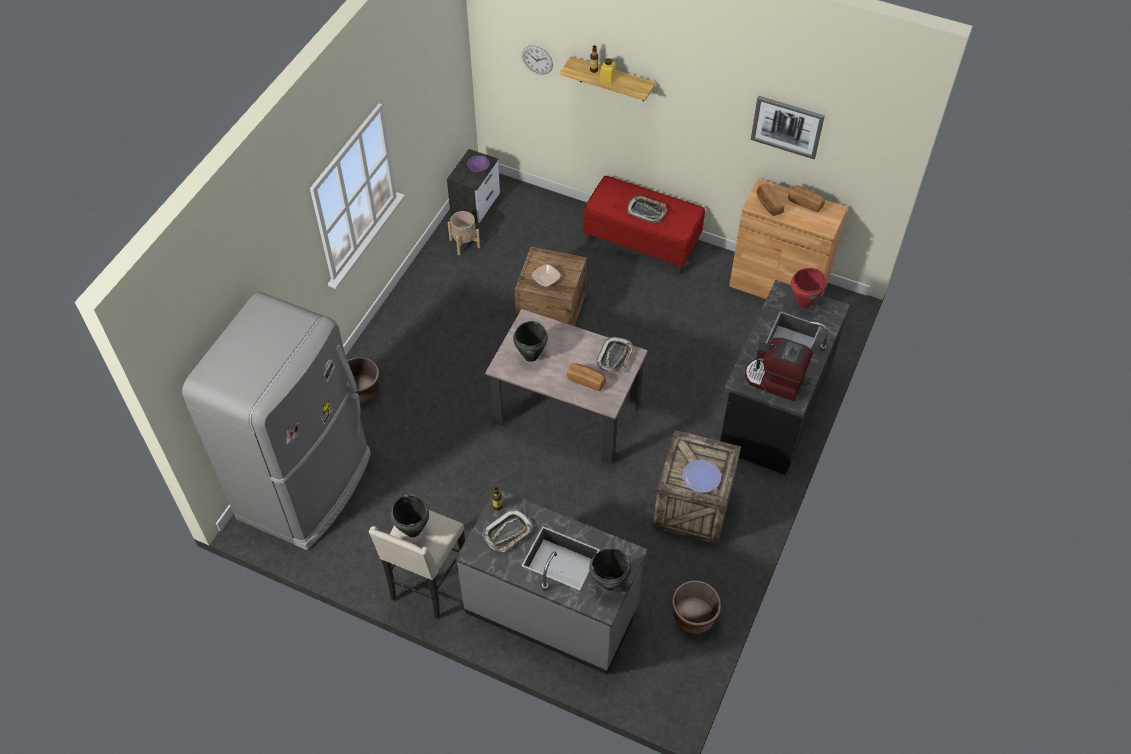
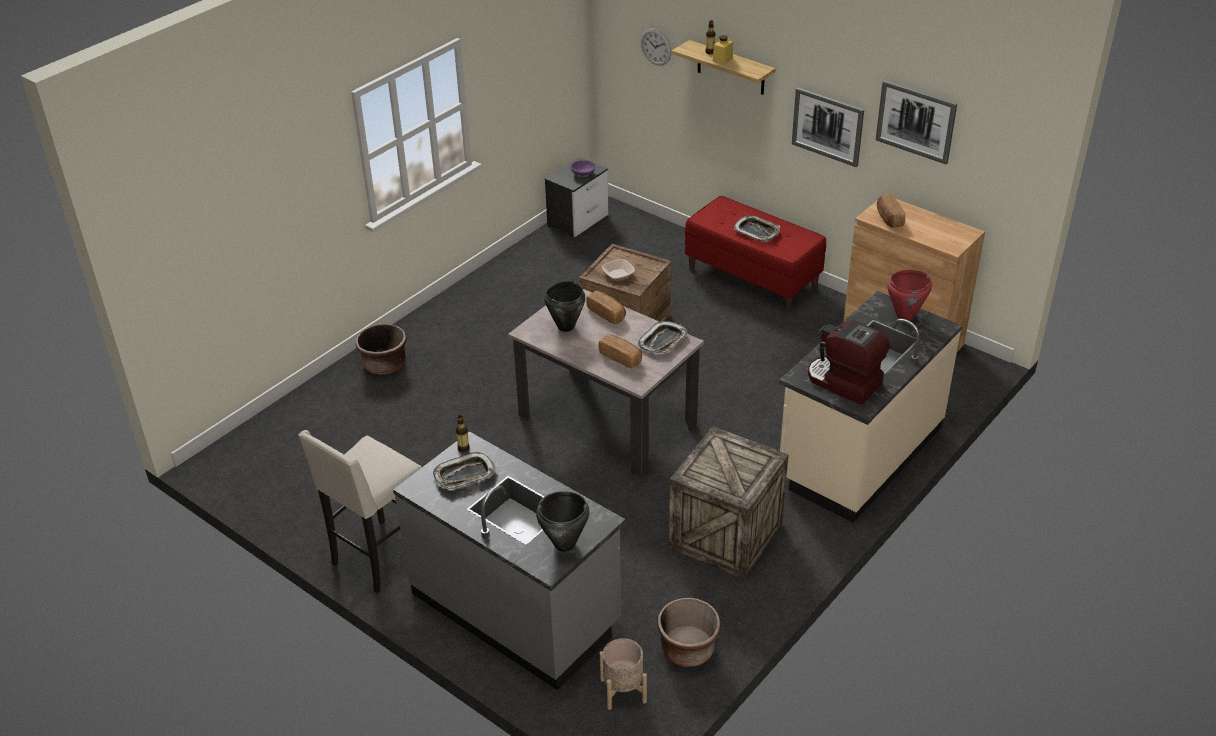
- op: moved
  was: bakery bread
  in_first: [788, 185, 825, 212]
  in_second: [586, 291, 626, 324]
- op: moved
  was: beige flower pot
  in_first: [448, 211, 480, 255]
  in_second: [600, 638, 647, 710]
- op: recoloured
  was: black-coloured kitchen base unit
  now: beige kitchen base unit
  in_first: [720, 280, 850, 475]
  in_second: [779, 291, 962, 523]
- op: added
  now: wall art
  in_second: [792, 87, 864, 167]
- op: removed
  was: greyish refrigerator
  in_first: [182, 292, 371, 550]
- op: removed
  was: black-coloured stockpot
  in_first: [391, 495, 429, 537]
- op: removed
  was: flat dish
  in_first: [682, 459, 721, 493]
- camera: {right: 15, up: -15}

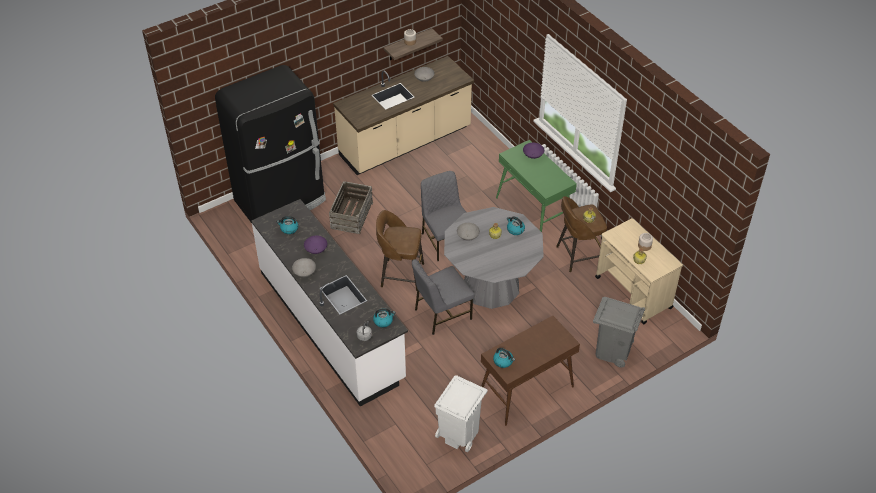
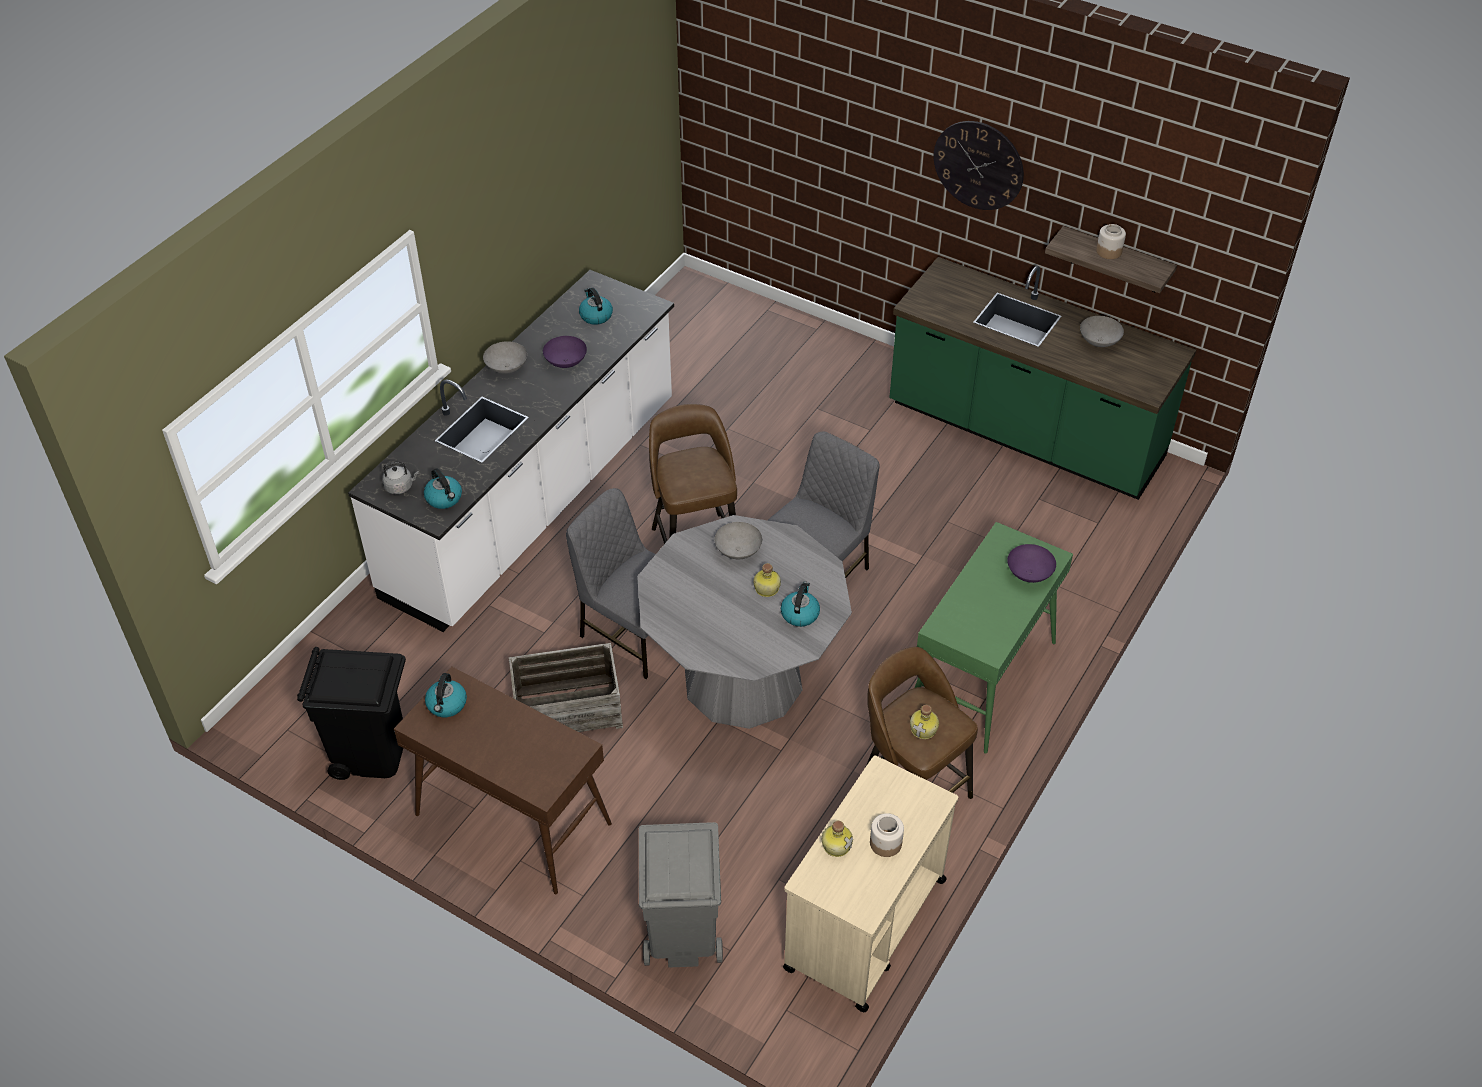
- op: recoloured
  was: white-coloured waste bin
  now: black-coloured waste bin
  in_first: [434, 375, 487, 452]
  in_second: [297, 647, 406, 780]
- op: moved
  was: crate
  in_first: [329, 181, 373, 234]
  in_second: [508, 643, 623, 732]
- op: recoloured
  was: beige kitchen base unit
  now: green kitchen base unit
  in_first: [333, 56, 474, 175]
  in_second: [889, 257, 1196, 500]
- op: added
  now: hanging clock
  in_second: [934, 121, 1024, 210]
- op: removed
  was: black-coloured refrigerator
  in_first: [215, 65, 326, 222]
- camera: {right: 65, up: 0}

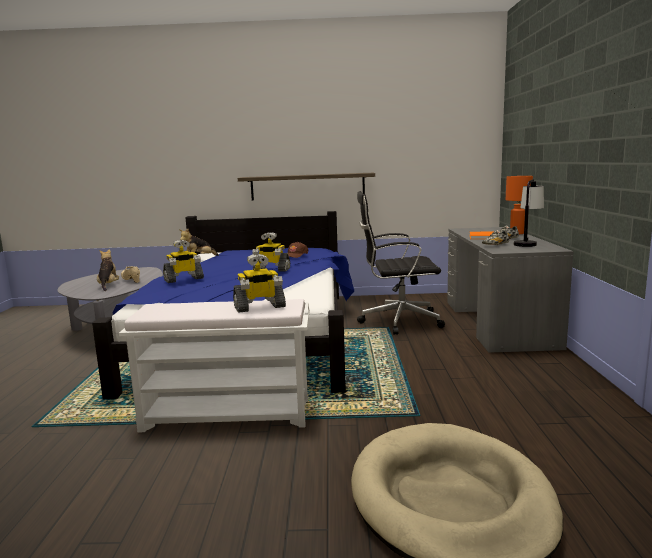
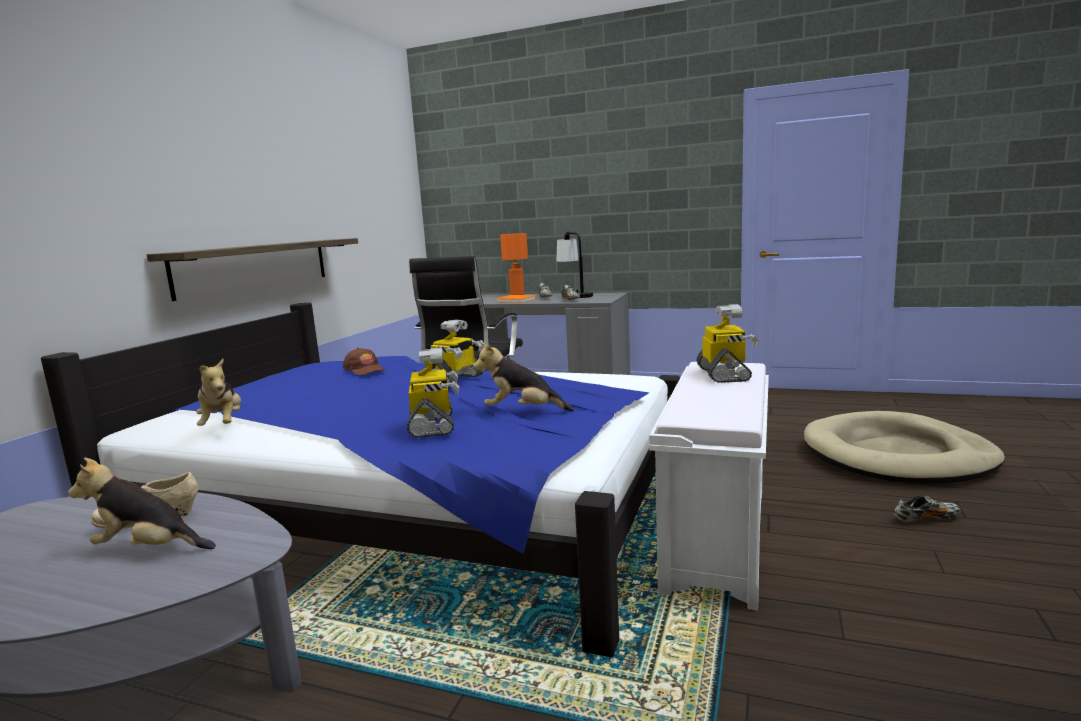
- op: added
  now: plush toy
  in_second: [473, 342, 574, 411]
- op: added
  now: item of footwear
  in_second: [894, 496, 961, 523]
- camera: {right: -70, up: 0}

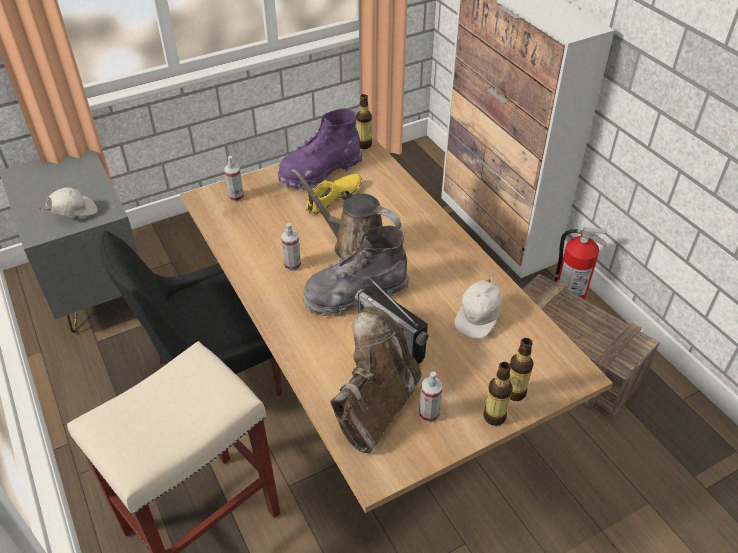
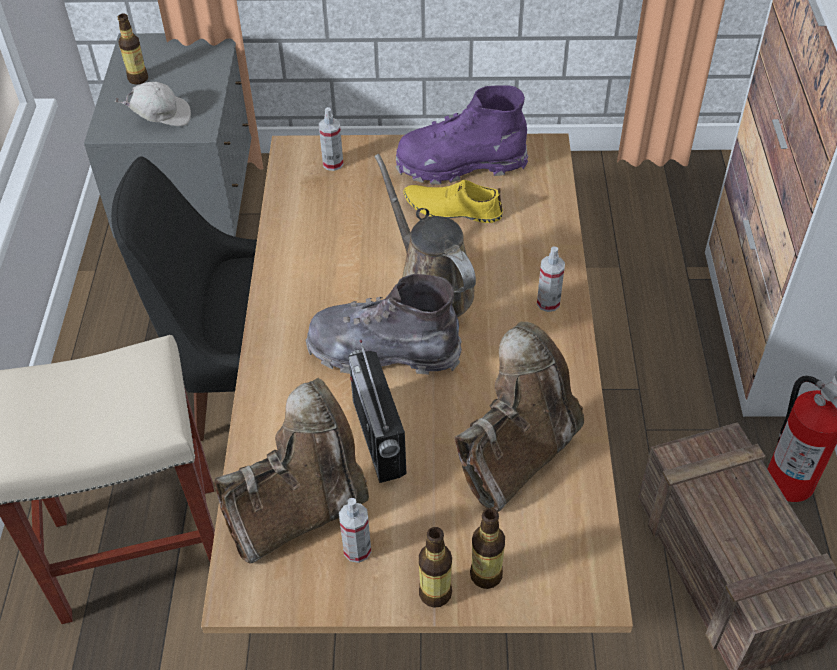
- op: moved
  was: bottle
  in_first: [356, 94, 372, 149]
  in_second: [117, 14, 148, 85]
- op: turned
  was: yellowish item of footwear
  in_first: [306, 174, 362, 215]
  in_second: [403, 180, 503, 223]
  clockwise: -150
- op: replaced
  was: white-coloured peaked cap
  now: brown-coloured high-top boot
  in_first: [454, 273, 502, 339]
  in_second: [454, 321, 584, 512]
- op: moved
  was: hand sprayer
  in_first: [281, 223, 301, 271]
  in_second: [537, 247, 565, 312]
- camera: {right: 30, up: 5}

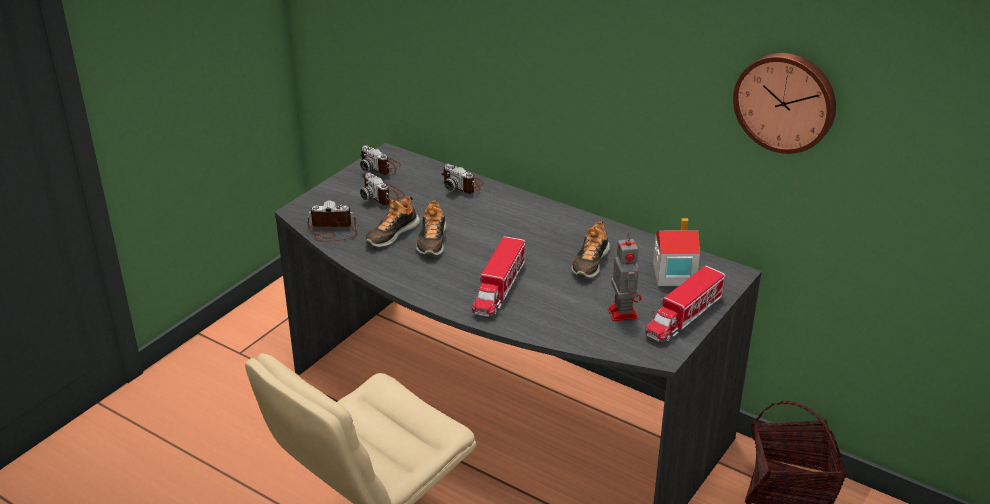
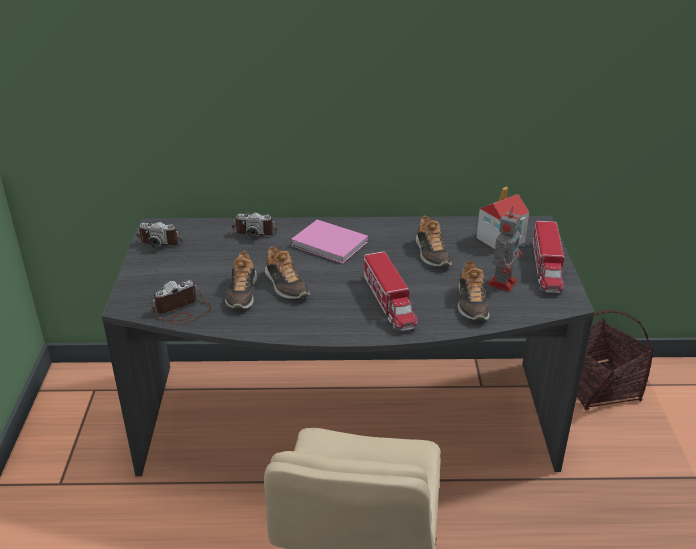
- op: added
  now: pinkish bound book
  in_second: [291, 220, 368, 264]
- op: added
  now: item of footwear
  in_second: [458, 260, 489, 321]
- op: turned
  was: model robot
  in_first: [608, 233, 642, 321]
  in_second: [487, 206, 522, 292]
  clockwise: 75
- op: removed
  was: still camera
  in_first: [360, 173, 405, 205]
- op: removed
  was: hanging clock
  in_first: [733, 53, 836, 154]
- camera: {right: -35, up: 0}

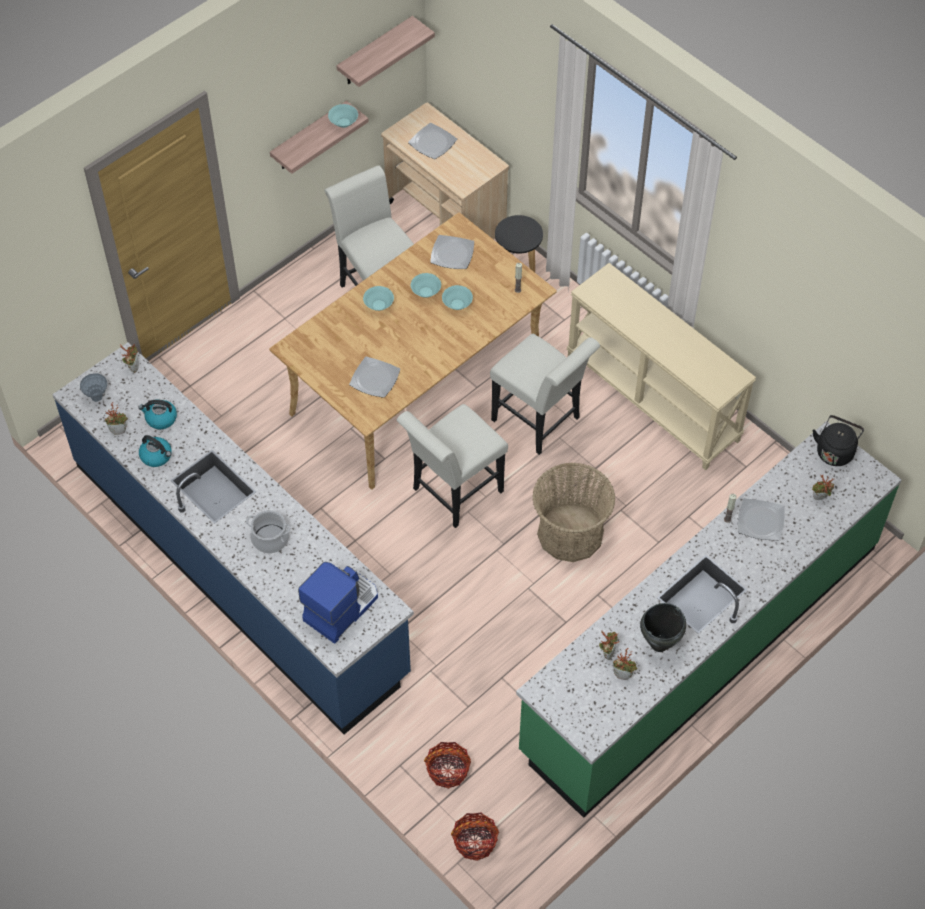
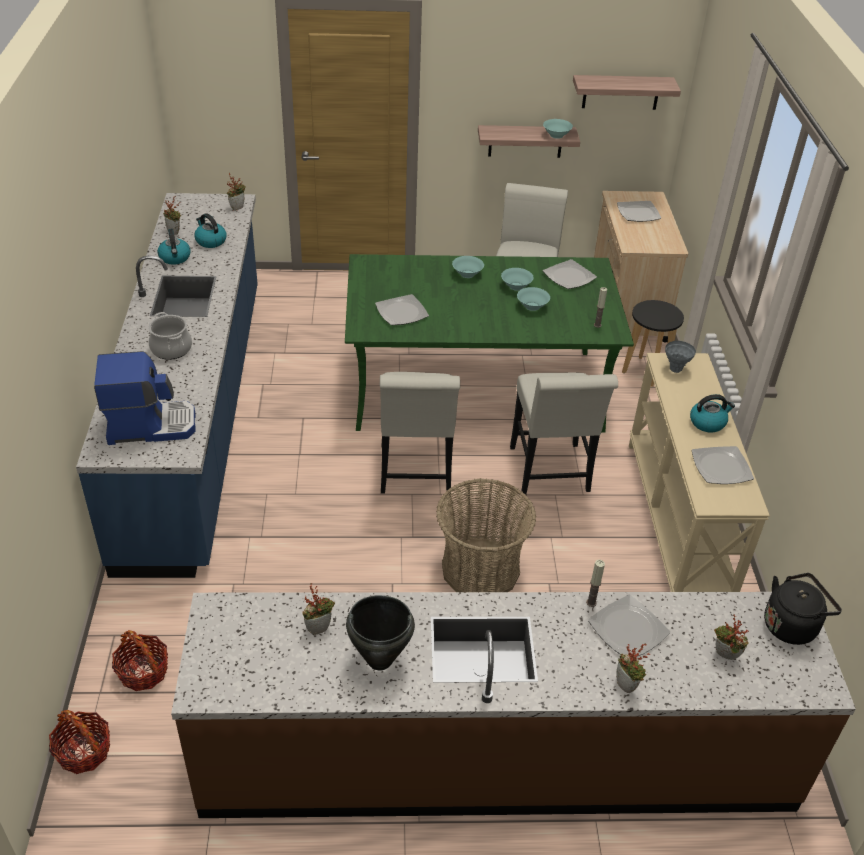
- op: recoloured
  was: green kitchen base unit
  now: brown-coloured kitchen base unit
  in_first: [516, 421, 902, 818]
  in_second: [171, 592, 856, 818]
- op: recoloured
  was: beige dinner table
  now: green dinner table
  in_first: [269, 212, 557, 490]
  in_second: [345, 254, 634, 433]
- op: turned
  was: white-coloured chair
  in_first: [397, 404, 508, 528]
  in_second: [380, 372, 460, 494]
  clockwise: -90
- op: moved
  was: plant in a pot
  in_first: [613, 648, 638, 680]
  in_second: [616, 643, 650, 693]
- op: moved
  was: greyish flower vase
  in_first: [80, 373, 107, 402]
  in_second: [665, 341, 696, 373]
- op: added
  now: tea kettle
  in_second: [690, 394, 735, 432]
- op: added
  now: flat dish
  in_second: [691, 446, 754, 484]
- camera: {right: 40, up: -15}

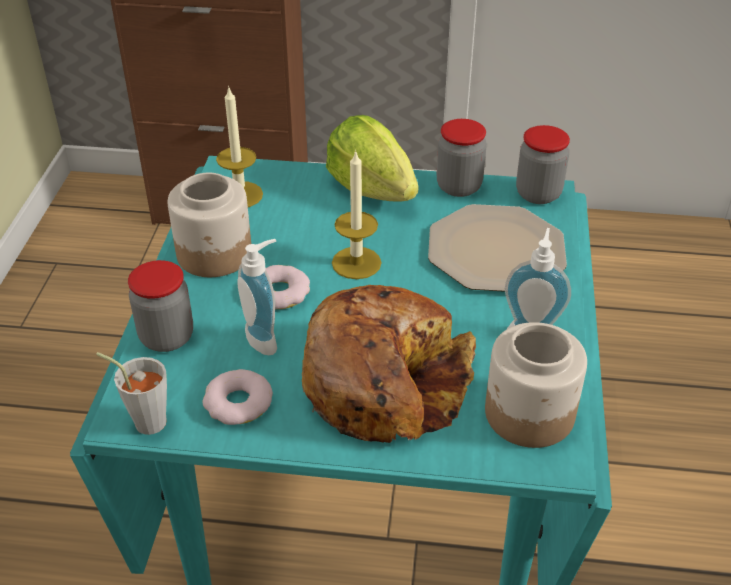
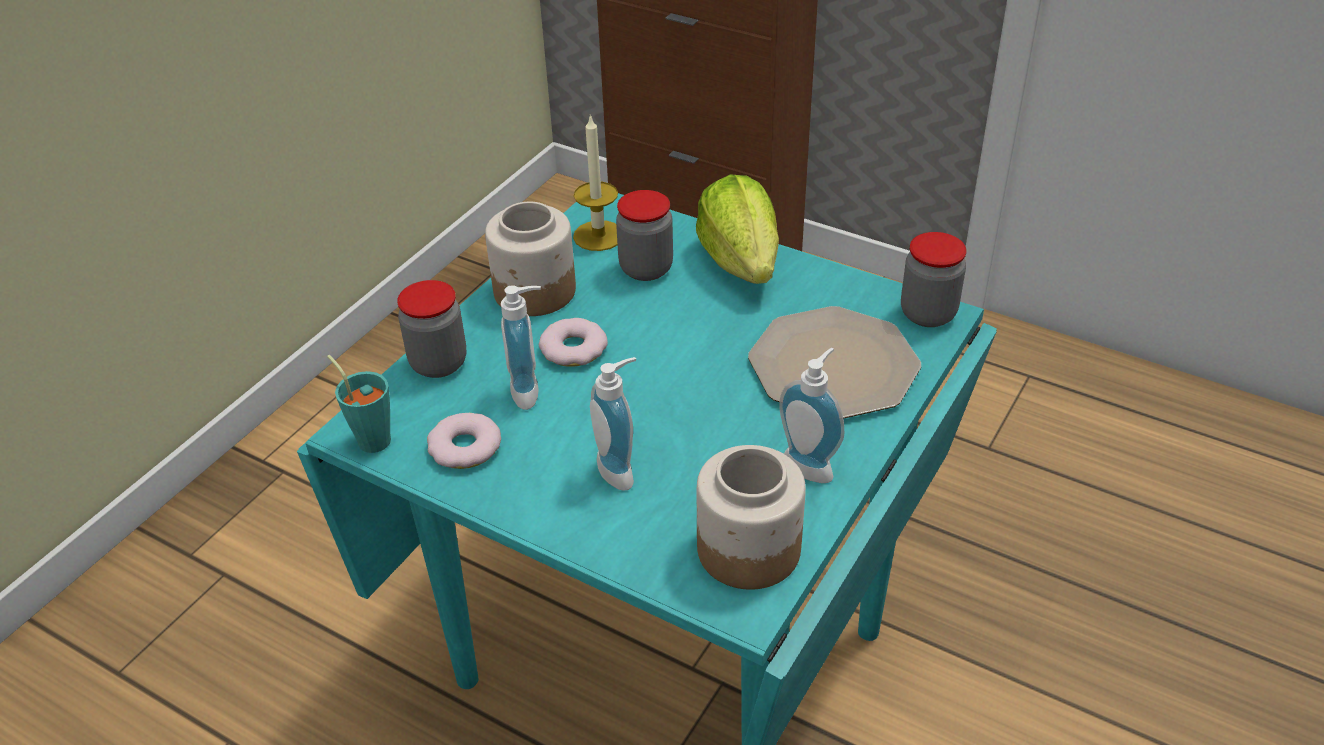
- op: recoloured
  was: greyish cup
  now: turquoise-coloured cup
  in_first: [96, 352, 167, 435]
  in_second: [327, 355, 391, 453]
- op: replaced
  was: bakery bread
  now: soap dispenser
  in_first: [302, 285, 476, 443]
  in_second: [590, 357, 636, 491]
- op: moved
  was: jar
  in_first: [437, 119, 487, 197]
  in_second: [616, 190, 673, 281]
- op: removed
  was: wax light
  in_first: [332, 150, 381, 279]
- camera: {right: 25, up: 0}

